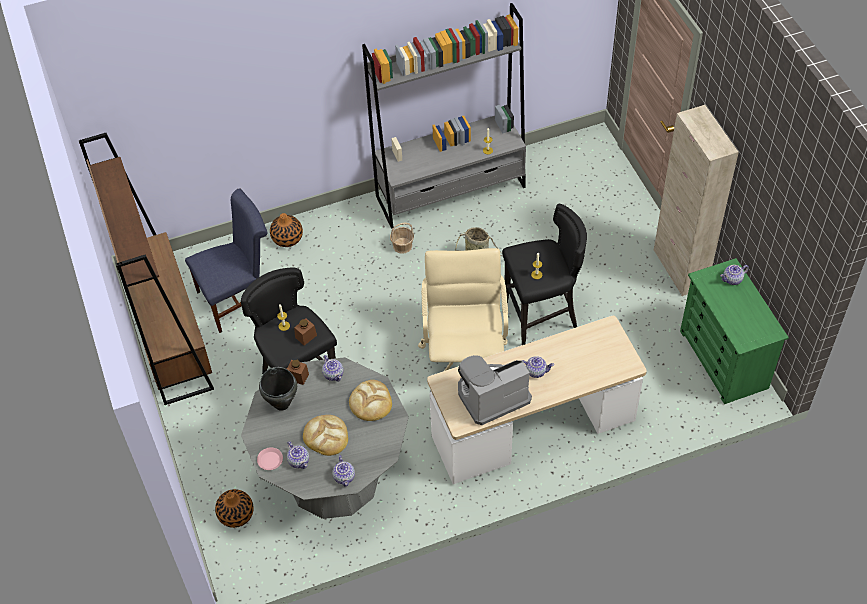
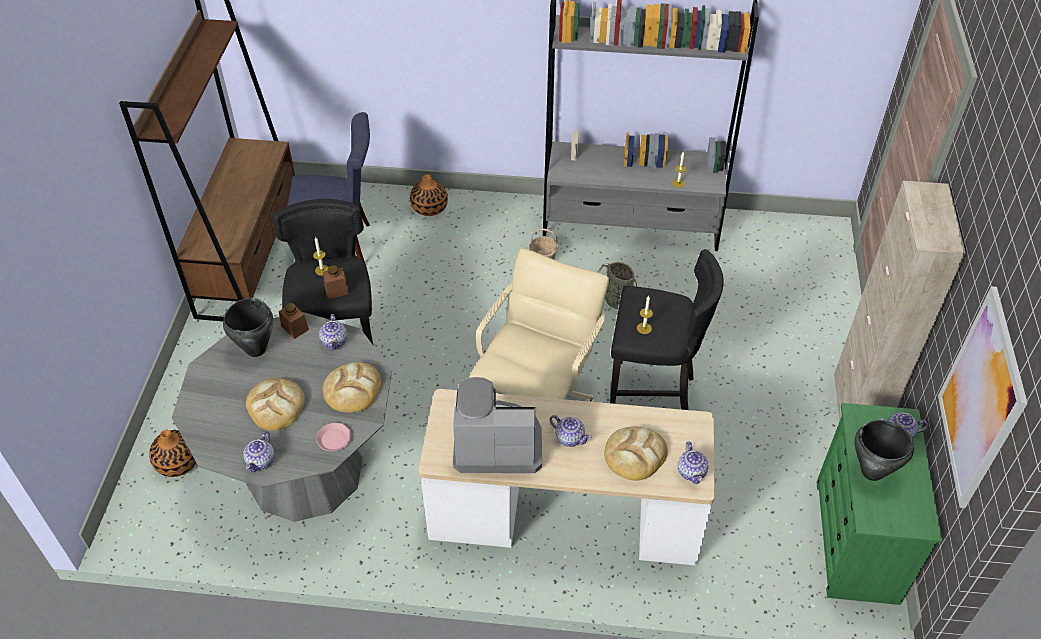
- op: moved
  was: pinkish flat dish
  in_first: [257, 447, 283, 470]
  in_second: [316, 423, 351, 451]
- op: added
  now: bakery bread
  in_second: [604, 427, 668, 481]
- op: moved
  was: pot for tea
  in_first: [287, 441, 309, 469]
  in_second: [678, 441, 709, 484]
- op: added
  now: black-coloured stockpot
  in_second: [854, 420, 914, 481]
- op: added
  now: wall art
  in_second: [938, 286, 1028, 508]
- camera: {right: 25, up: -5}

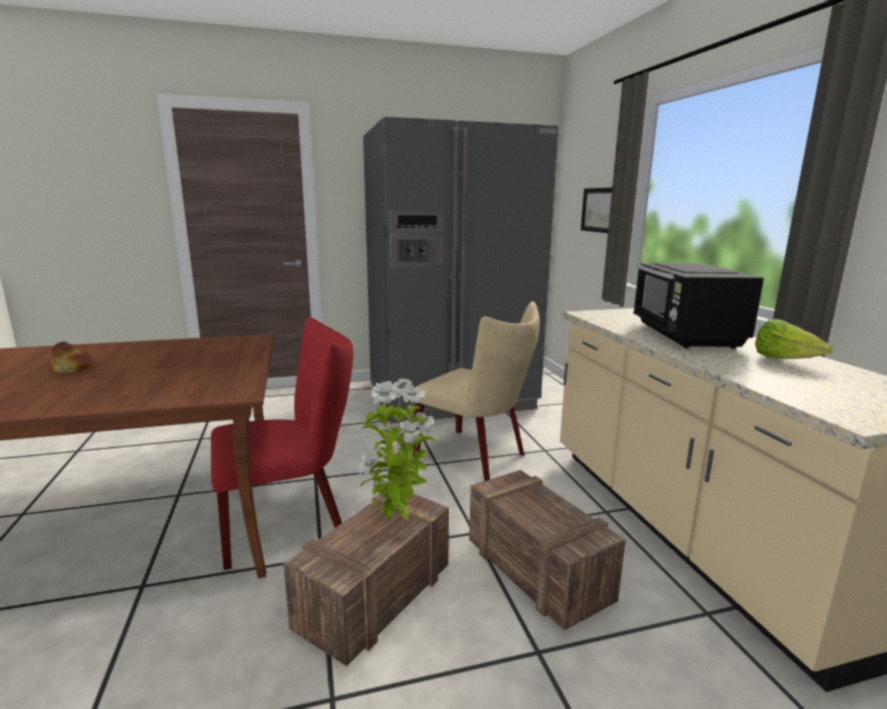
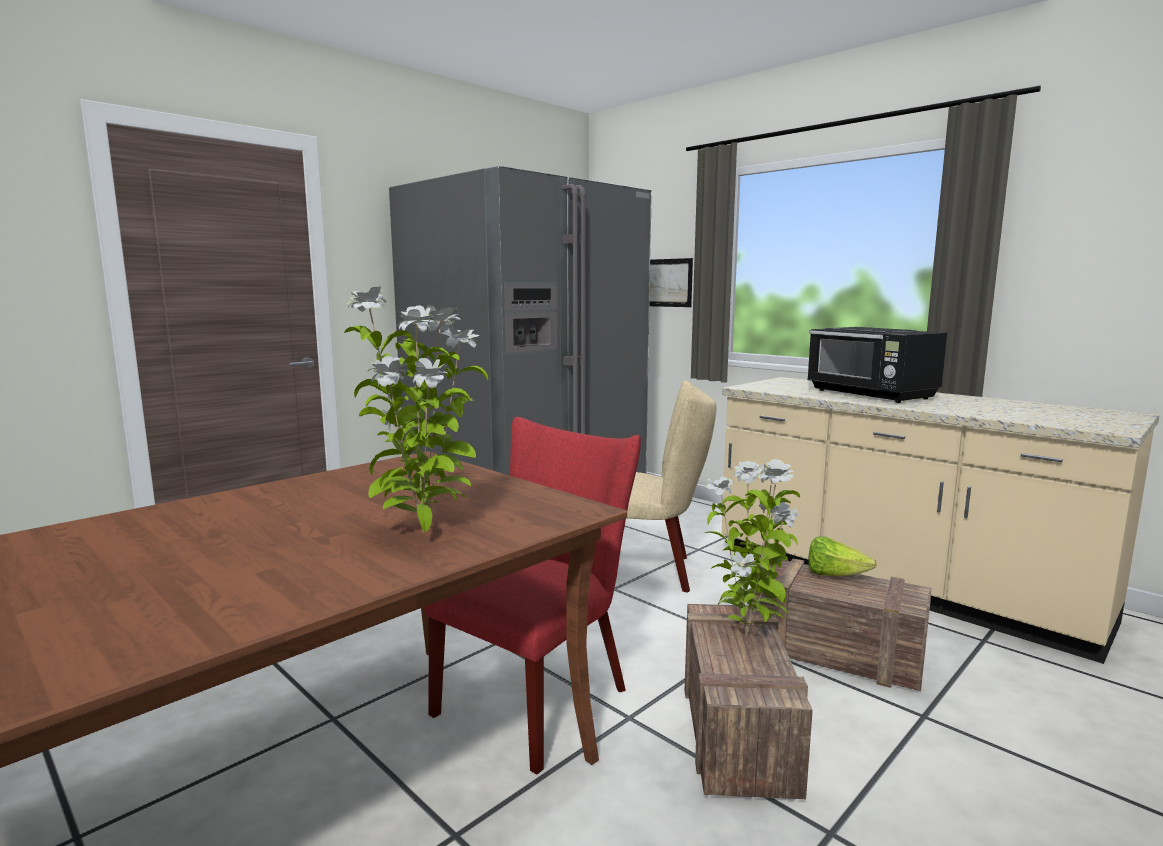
- op: added
  now: plant in a pot
  in_second: [344, 287, 488, 532]
- op: moved
  was: lettuce head
  in_first: [755, 319, 833, 359]
  in_second: [808, 536, 877, 576]
- op: removed
  was: bakery bread
  in_first: [50, 342, 96, 373]
- camera: {right: -30, up: -5}

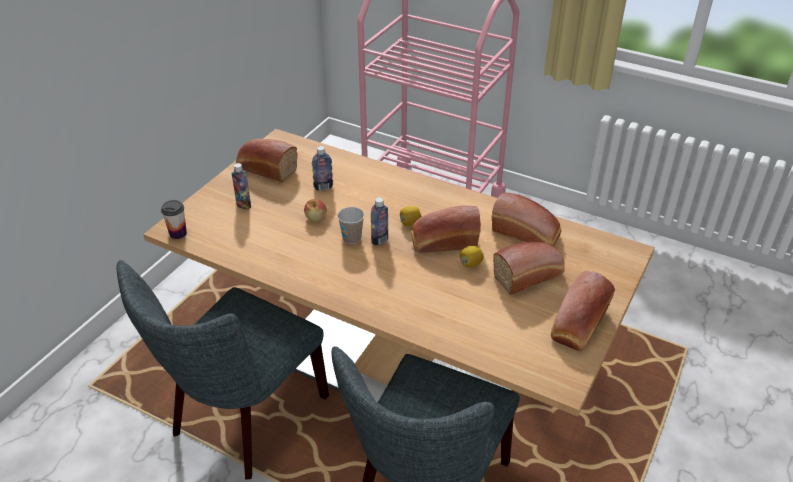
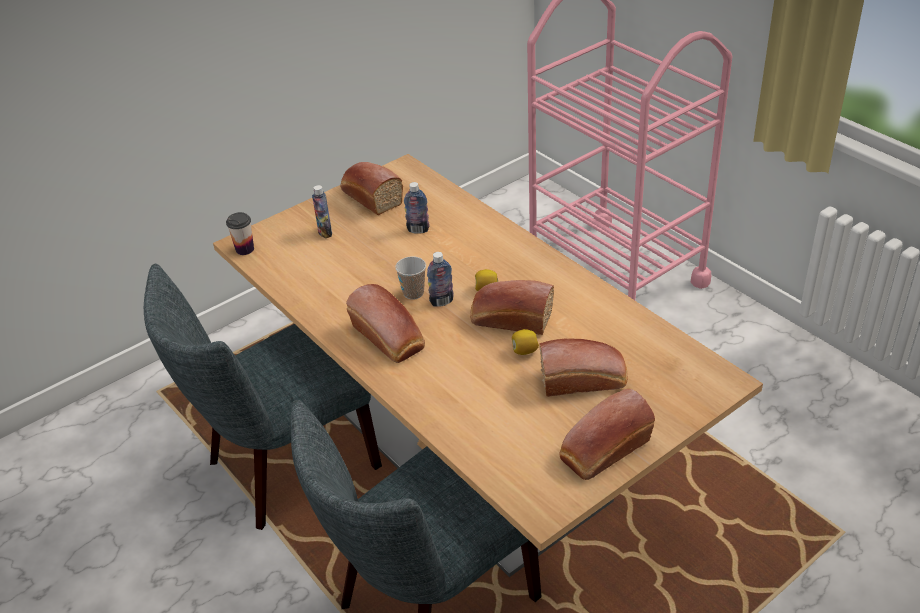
- op: moved
  was: bakery bread
  in_first: [492, 193, 561, 246]
  in_second: [346, 284, 425, 363]
- op: removed
  was: whole apple
  in_first: [304, 199, 327, 222]
- camera: {right: 25, up: 0}

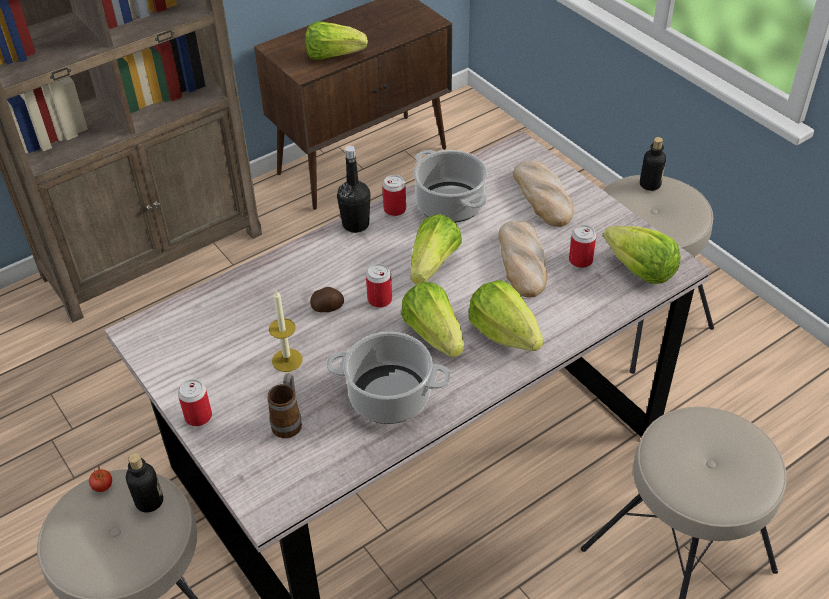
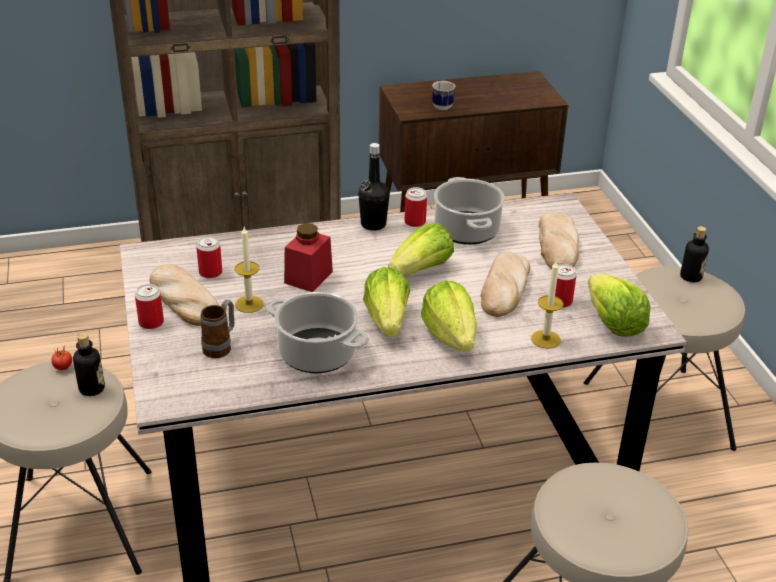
- op: added
  now: bakery bread
  in_second: [149, 264, 219, 326]
- op: moved
  was: sealed can
  in_first: [366, 264, 392, 308]
  in_second: [196, 236, 222, 278]
- op: replaced
  was: potato
  now: red-coloured jar
  in_first: [310, 287, 344, 312]
  in_second: [284, 223, 333, 292]
- op: replaced
  was: lettuce head
  now: mug
  in_first: [305, 21, 368, 60]
  in_second: [432, 81, 455, 110]
- op: added
  now: wax light
  in_second: [531, 260, 564, 349]
- camera: {right: 20, up: -10}

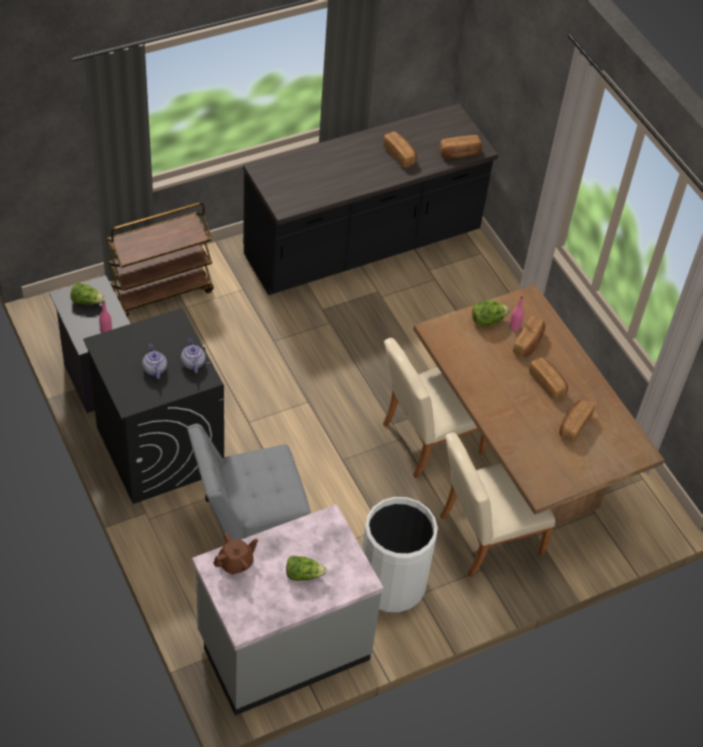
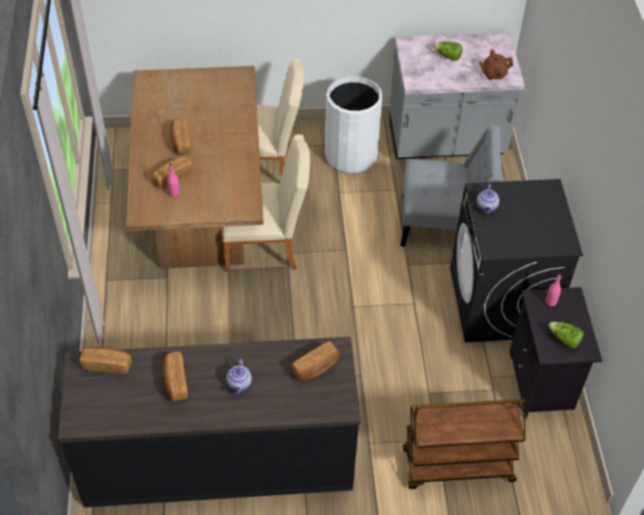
- op: moved
  was: pot for tea
  in_first: [142, 343, 167, 379]
  in_second: [226, 358, 252, 394]
- op: moved
  was: bakery bread
  in_first: [559, 399, 595, 442]
  in_second: [292, 341, 340, 381]
- op: removed
  was: lettuce head
  in_first: [472, 300, 509, 327]
- camera: {right: -155, up: 0}

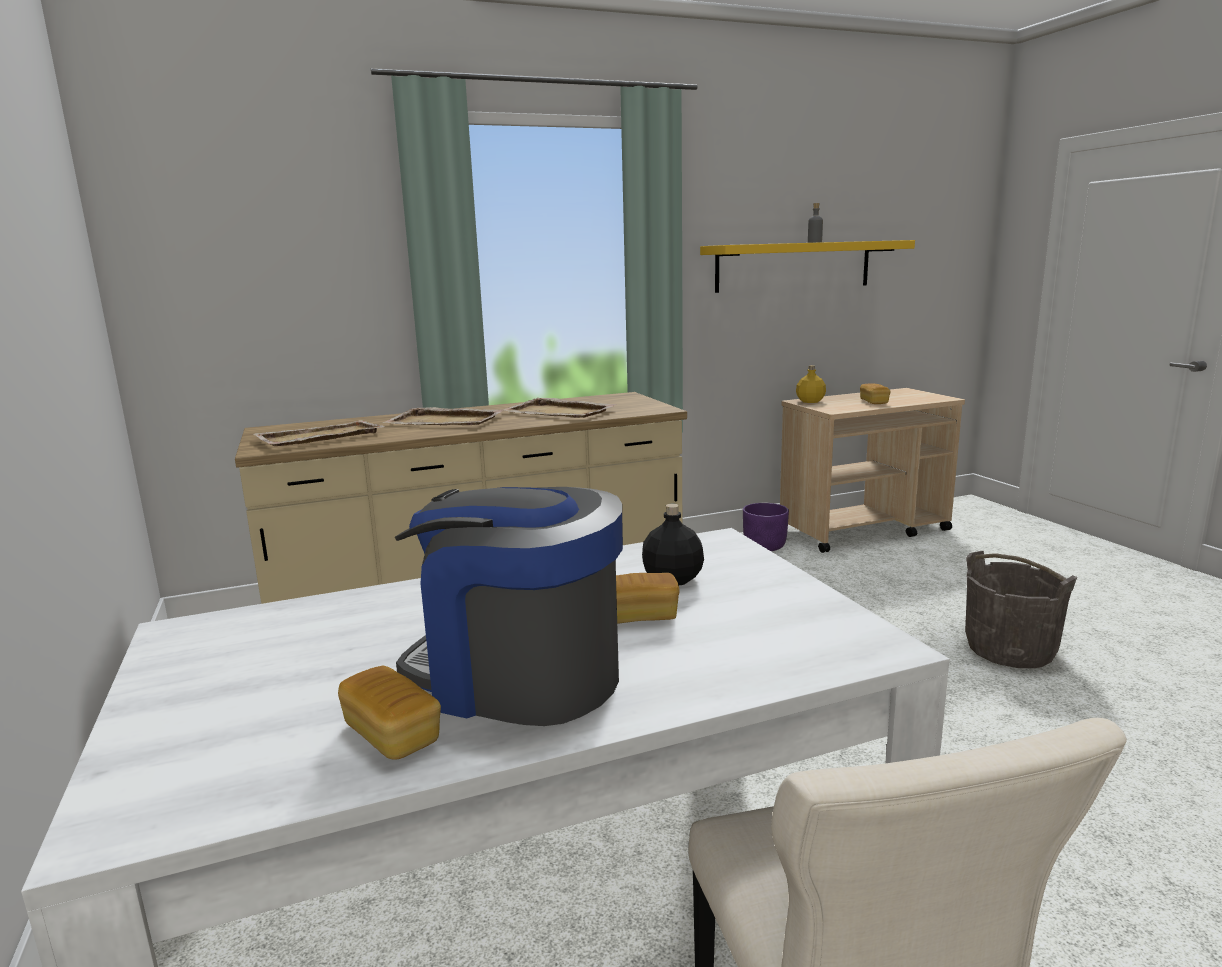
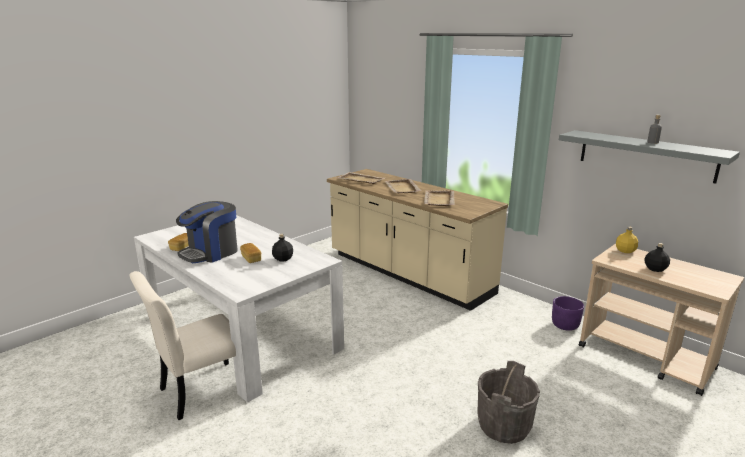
- op: turned
  was: coffee machine
  in_first: [395, 487, 623, 726]
  in_second: [176, 201, 238, 263]
  clockwise: -135
- op: recoloured
  was: yellowish bracket shelf
  now: greyish bracket shelf
  in_first: [700, 240, 915, 293]
  in_second: [559, 130, 740, 184]
- op: replaced
  was: bakery bread
  now: black-coloured bottle
  in_first: [860, 383, 891, 404]
  in_second: [644, 243, 670, 272]
- camera: {right: 65, up: 5}

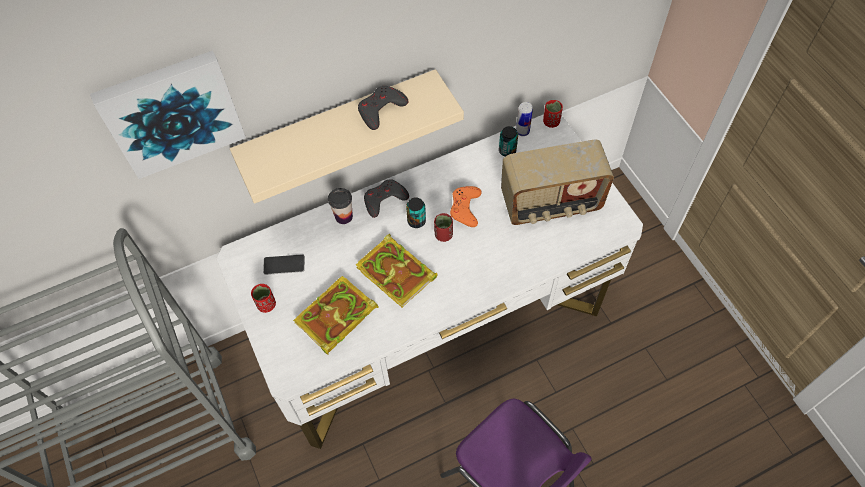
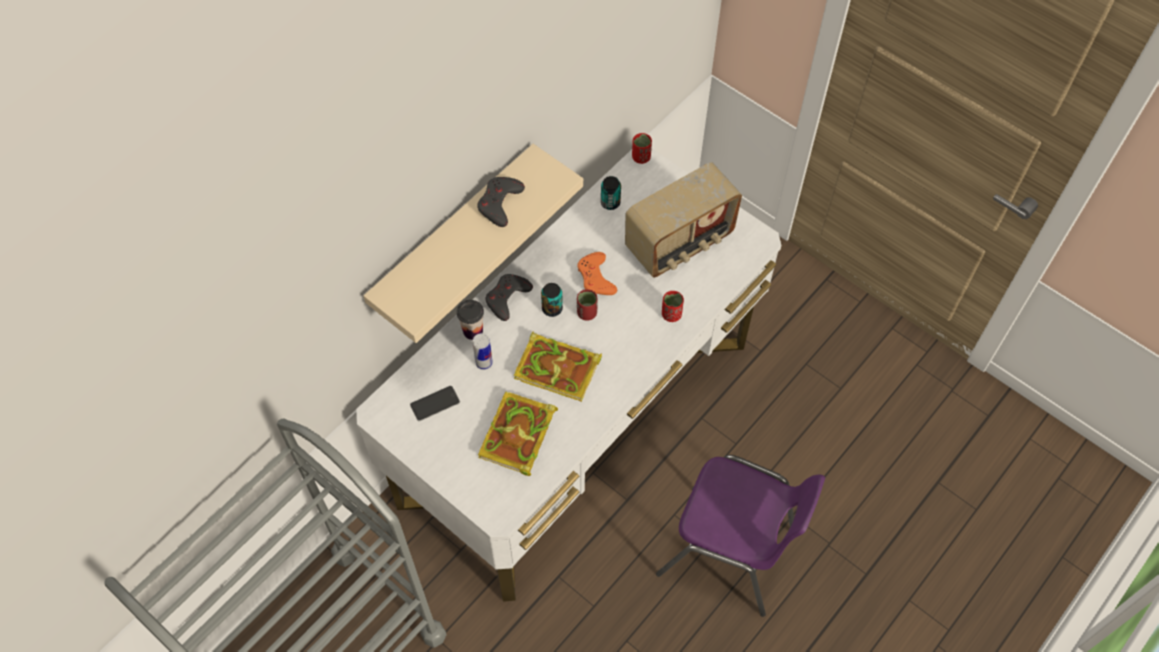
- op: moved
  was: sealed can
  in_first: [516, 102, 533, 136]
  in_second: [472, 333, 493, 370]
- op: moved
  was: red-coloured cup
  in_first: [251, 284, 276, 313]
  in_second: [662, 291, 684, 322]
- op: removed
  was: wall art
  in_first: [90, 50, 246, 179]
- camera: {right: -25, up: 0}

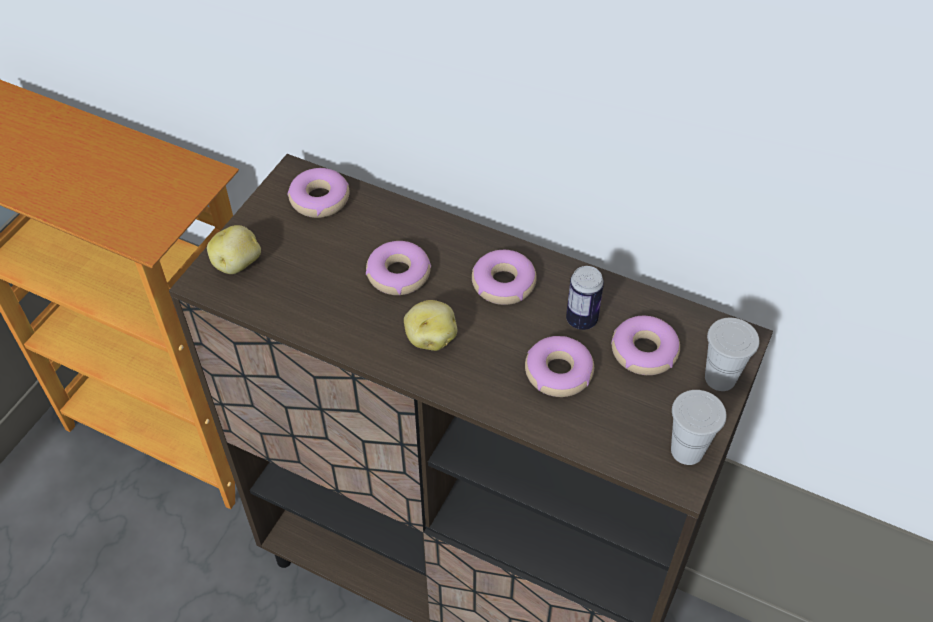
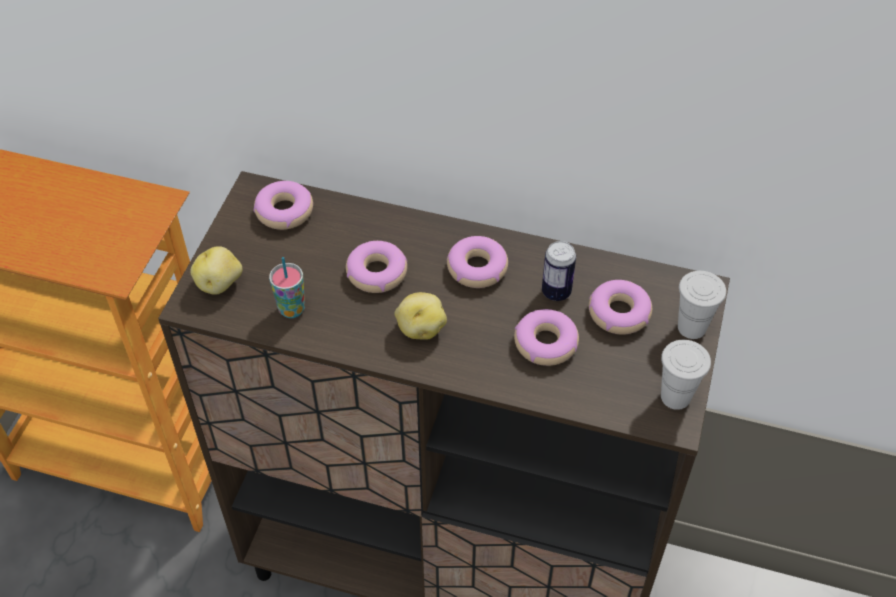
- op: added
  now: cup
  in_second: [269, 257, 305, 318]
- camera: {right: -10, up: 0}

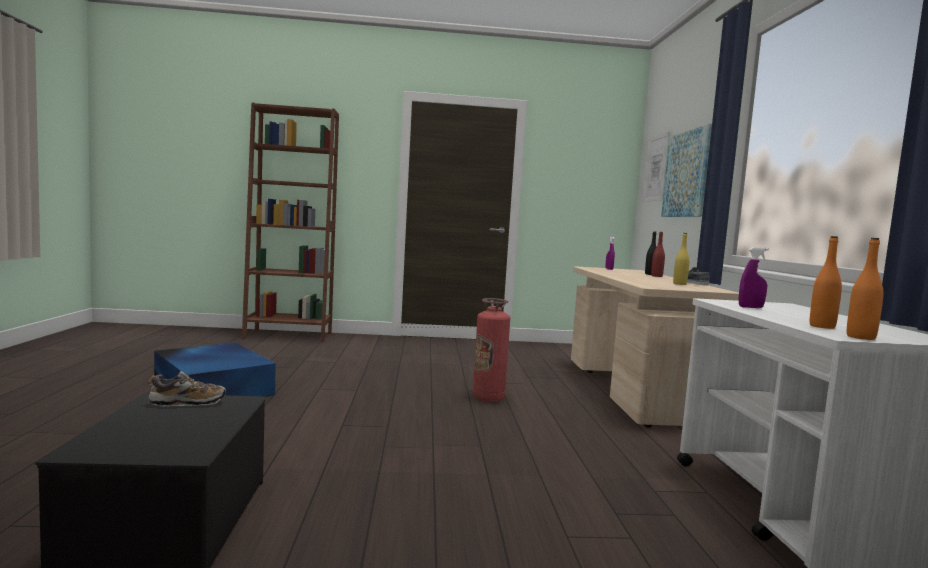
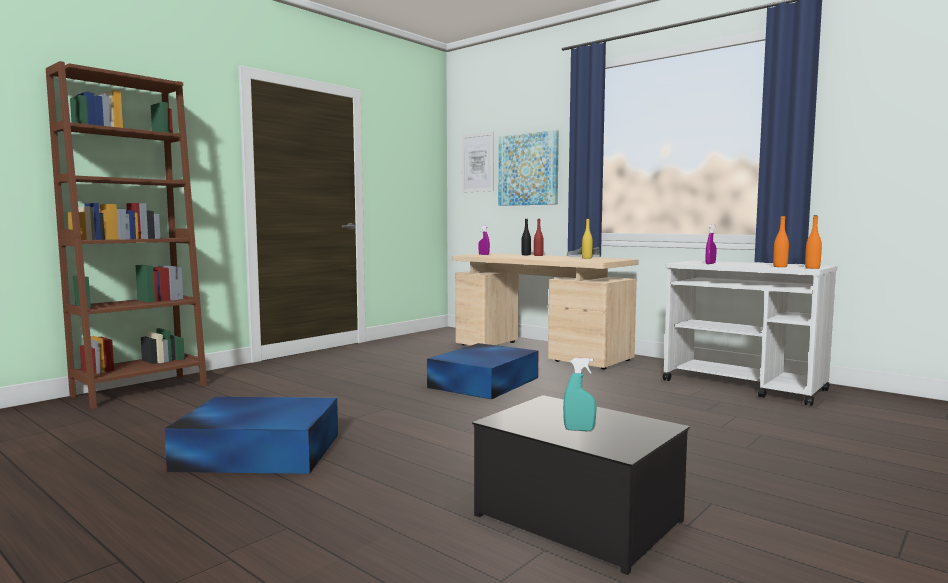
- op: replaced
  was: extinguisher
  now: blue storage container
  in_first: [473, 298, 510, 402]
  in_second: [427, 343, 538, 399]
- op: added
  now: turquoise-coloured hand sprayer
  in_second: [563, 358, 597, 431]
- op: removed
  was: item of footwear
  in_first: [148, 371, 226, 407]
- camera: {right: -45, up: 0}

